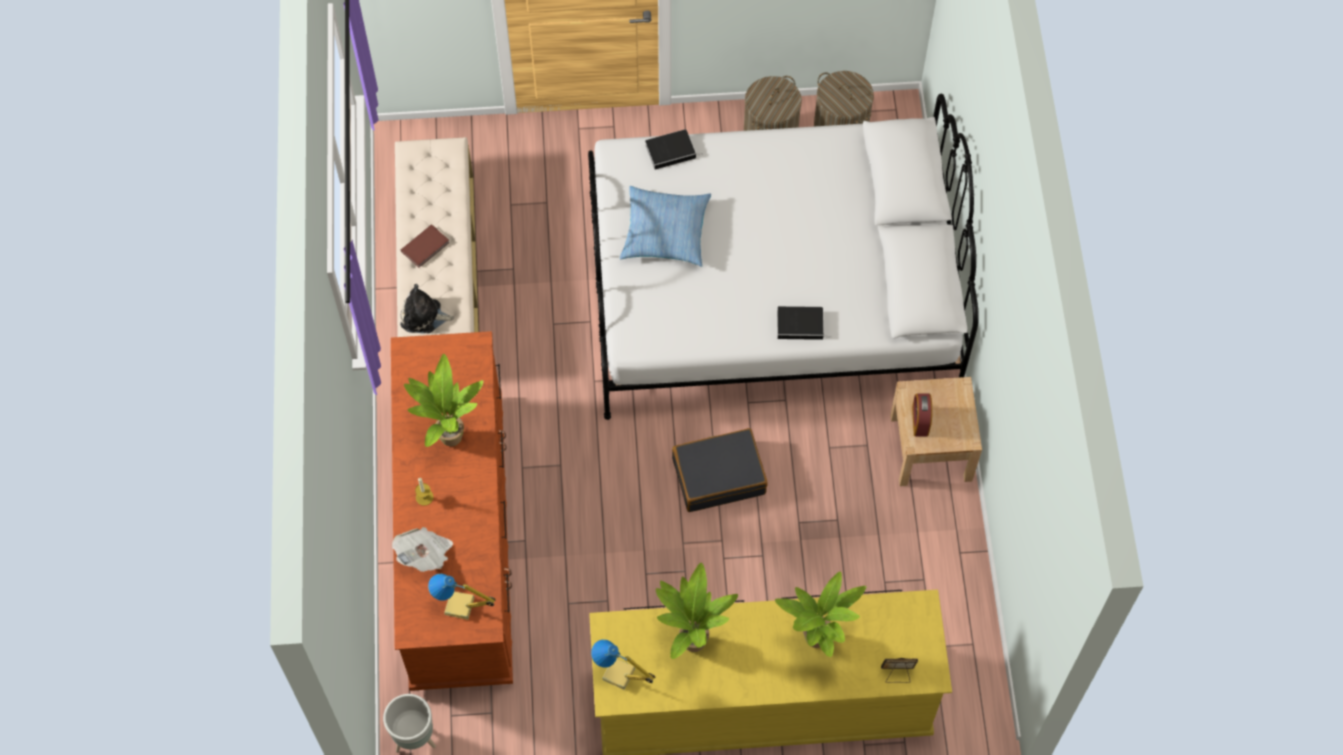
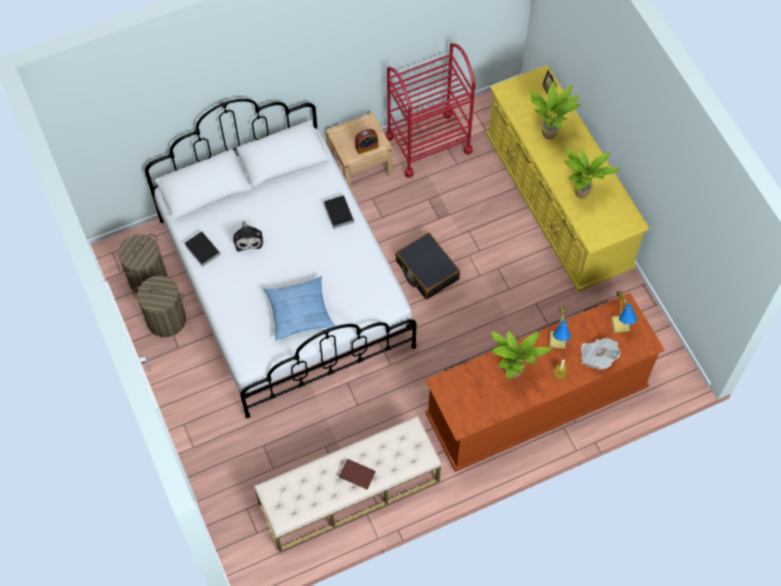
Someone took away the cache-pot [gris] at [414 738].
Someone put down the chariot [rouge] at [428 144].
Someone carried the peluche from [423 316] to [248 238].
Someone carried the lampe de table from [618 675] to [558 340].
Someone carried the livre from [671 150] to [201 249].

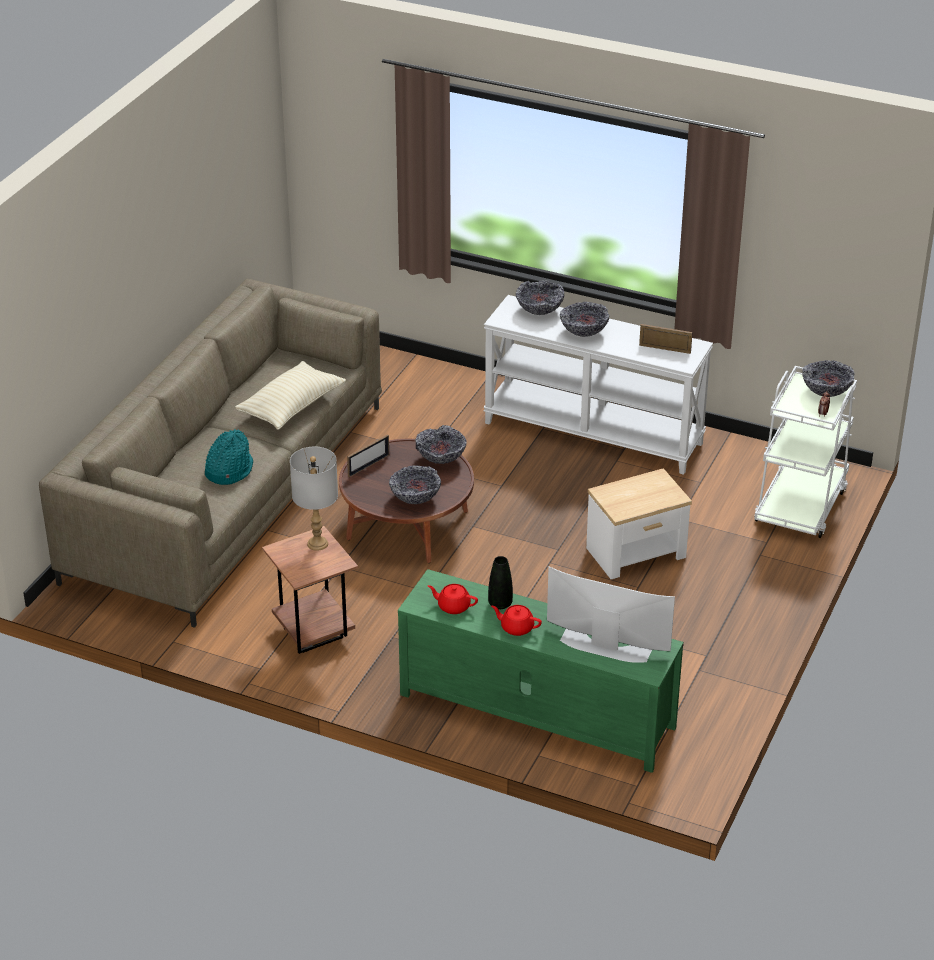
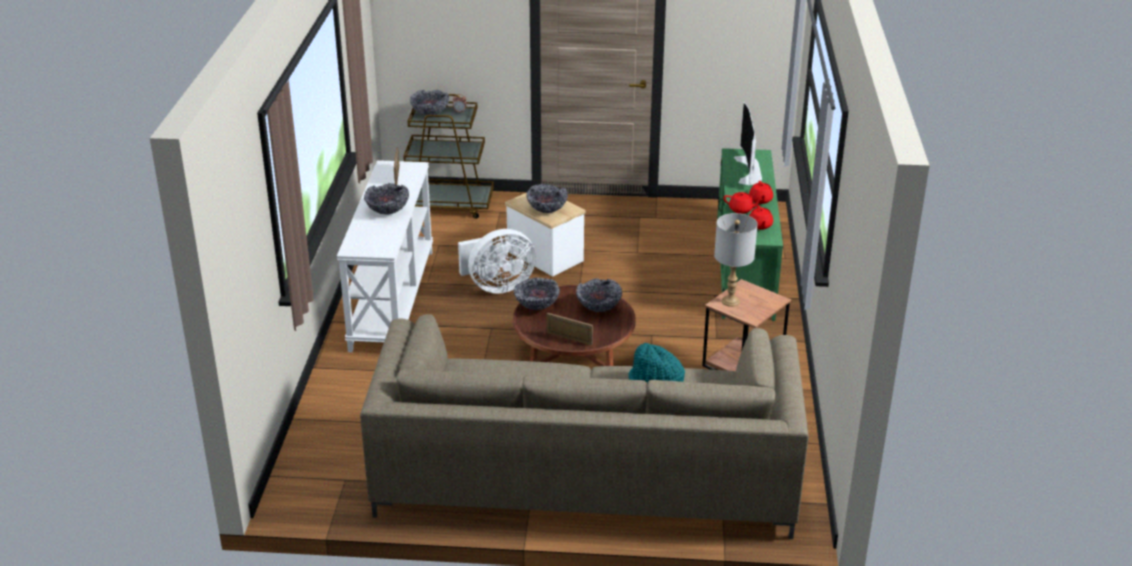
Someone took away the coussin [beige] at [291 407].
Someone put down the ventilateur [blanc] at [497 286].
Someone carried the bol from [539 311] to [547 210].
Someone swapped the vase [noir] at [500 604] for the théière [rouge] at [741 210].
Someone repainted the chariot [blanc] at [800 505], which became the chariot [marron] at [448 205].

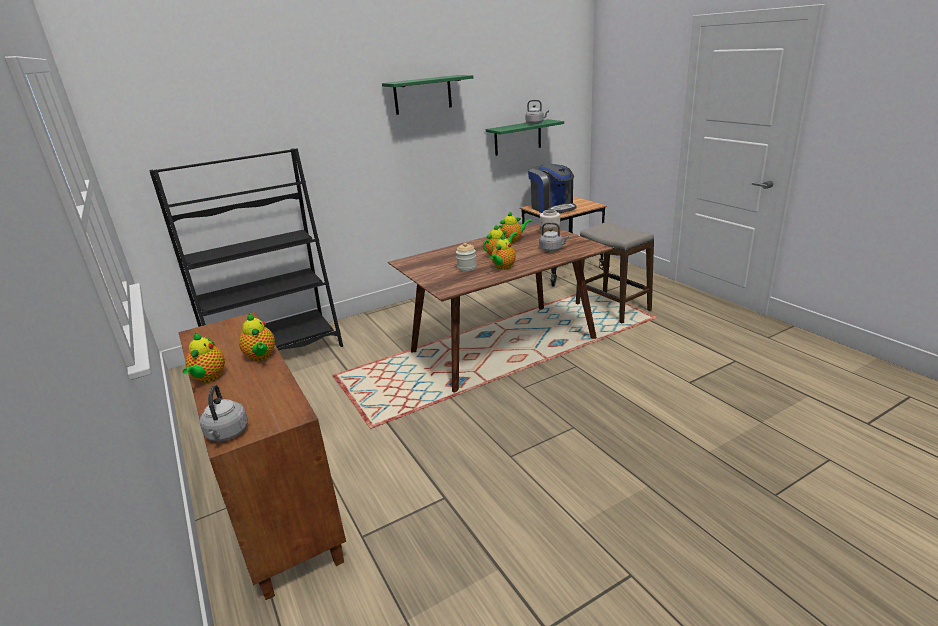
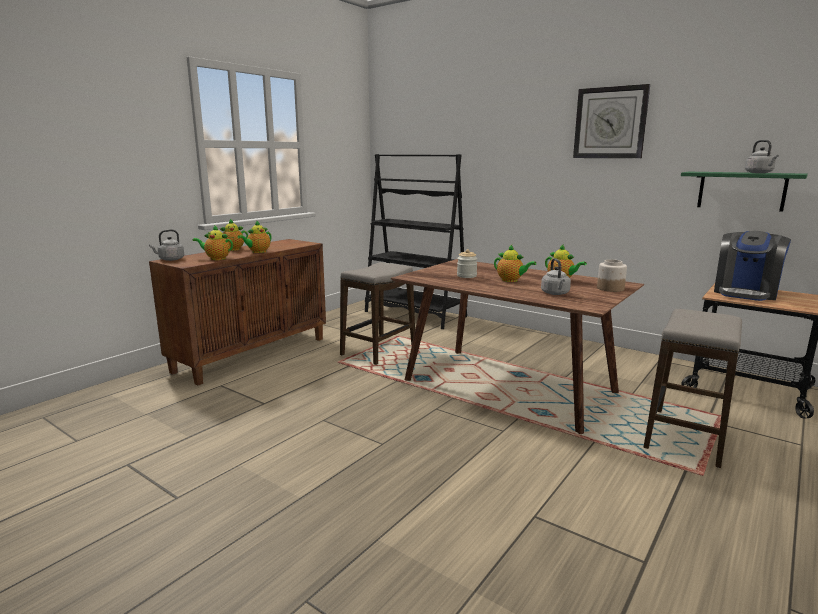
Someone put down the tabouret at [378 350].
Someone carried the théière from [503 267] to [216 258].
Someone swapped the étagère [vert] at [423 95] for the horloge murale at [610 123].

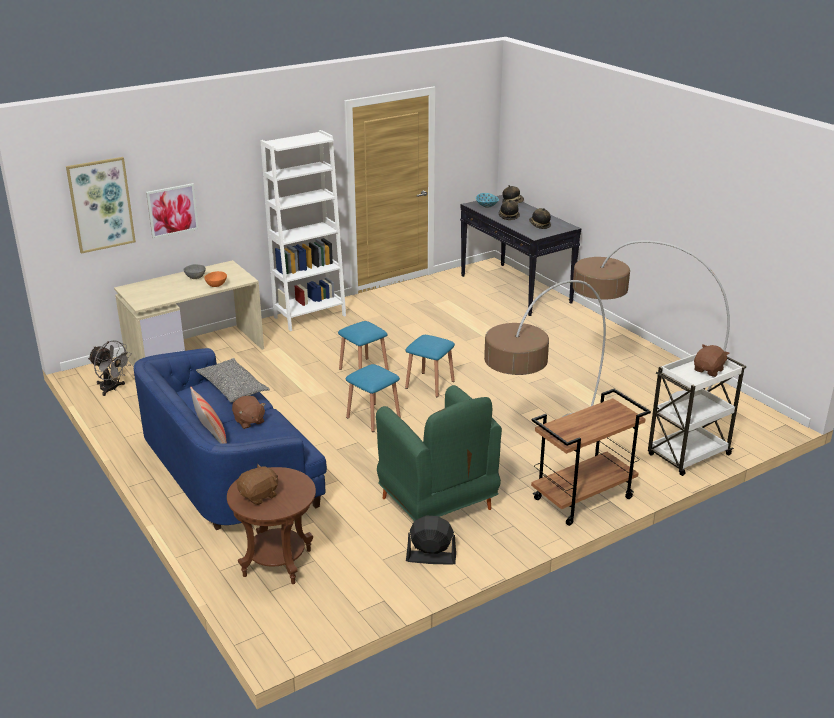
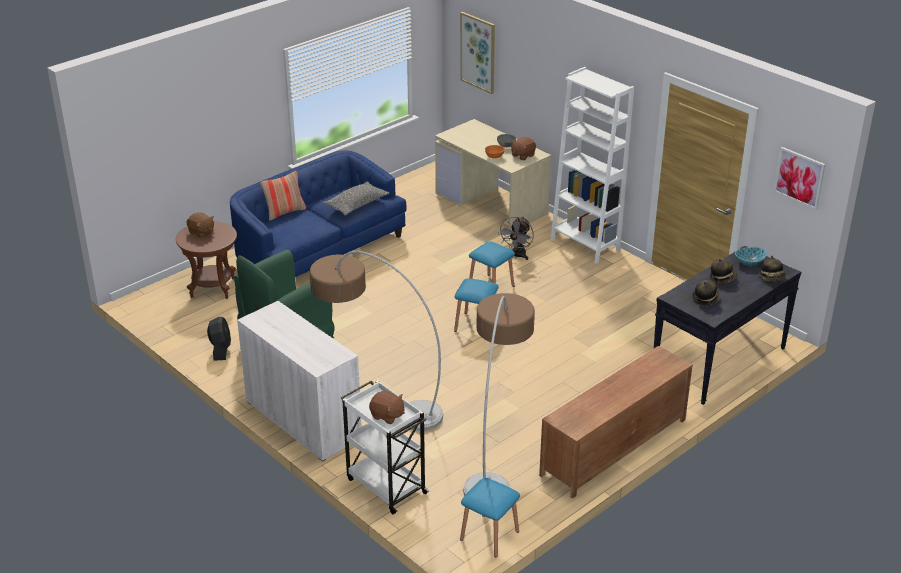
Someone put down the meuble télé [marron] at [613 447].
Someone carried the ventilateur [gris] from [112 389] to [517 256].
Someone carried the tableau from [172 210] to [799 177].
Someone carried the peluche [marron] from [249 422] to [522 155].
Someone carried the tabouret [bleu] from [373 417] to [489 535].
Someone swapped the chariot [marron] at [583 499] for the meuble de rangement [blanc] at [303 420].

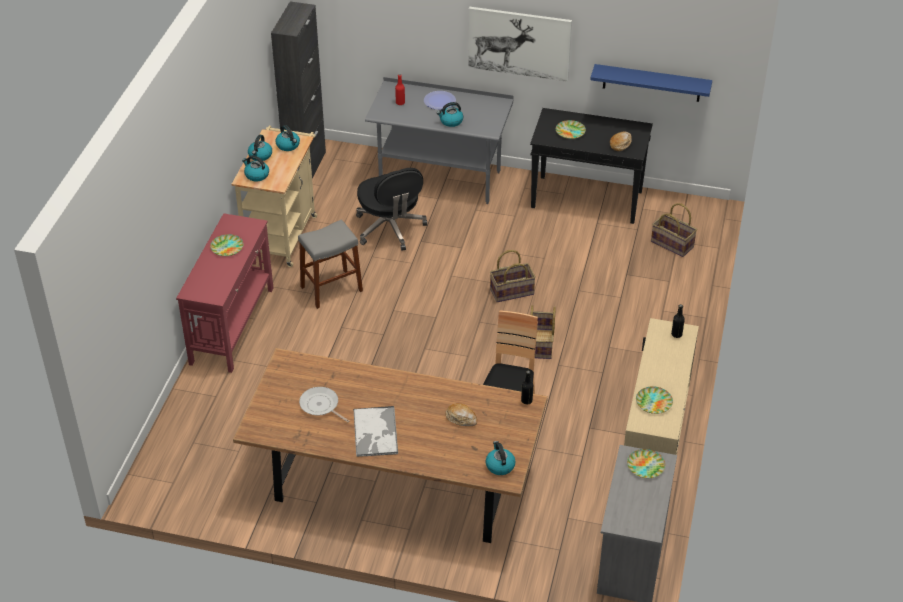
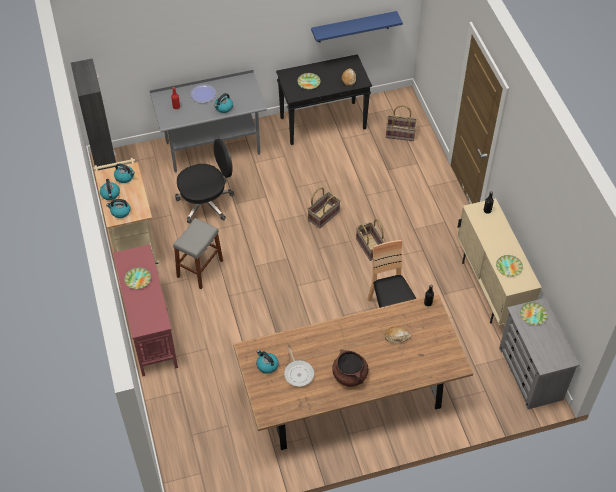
Someone took away the tableau at [519 43].
Someone carried the bouilloire from [499 465] to [267 365].
Someone swapped the plateau at [375 432] for the marmite [marron] at [350 375].
Someone rotated the poêle at [321 405] by 120 degrees counterclockwise.
Someone rotated the chaise de bureau [noir] at [390 229] by 60 degrees counterclockwise.

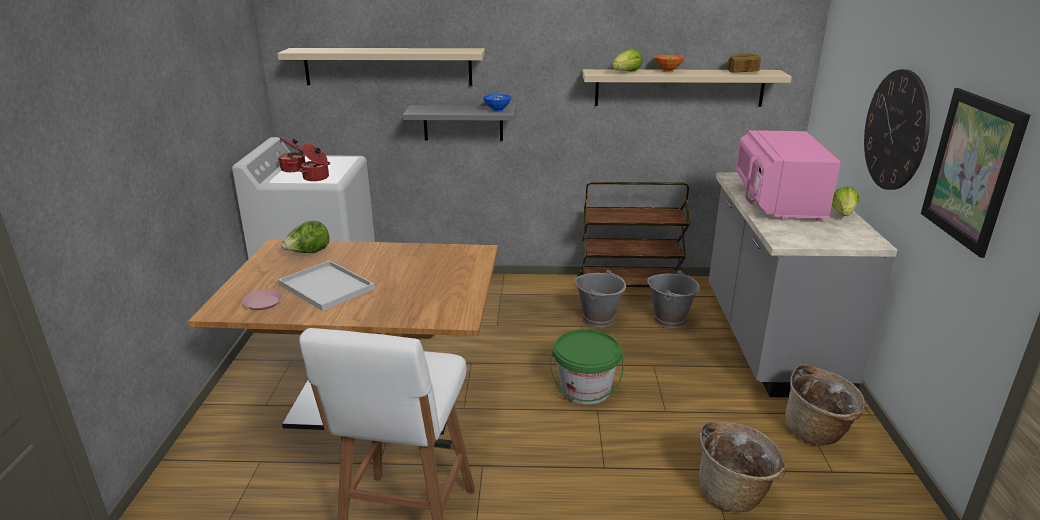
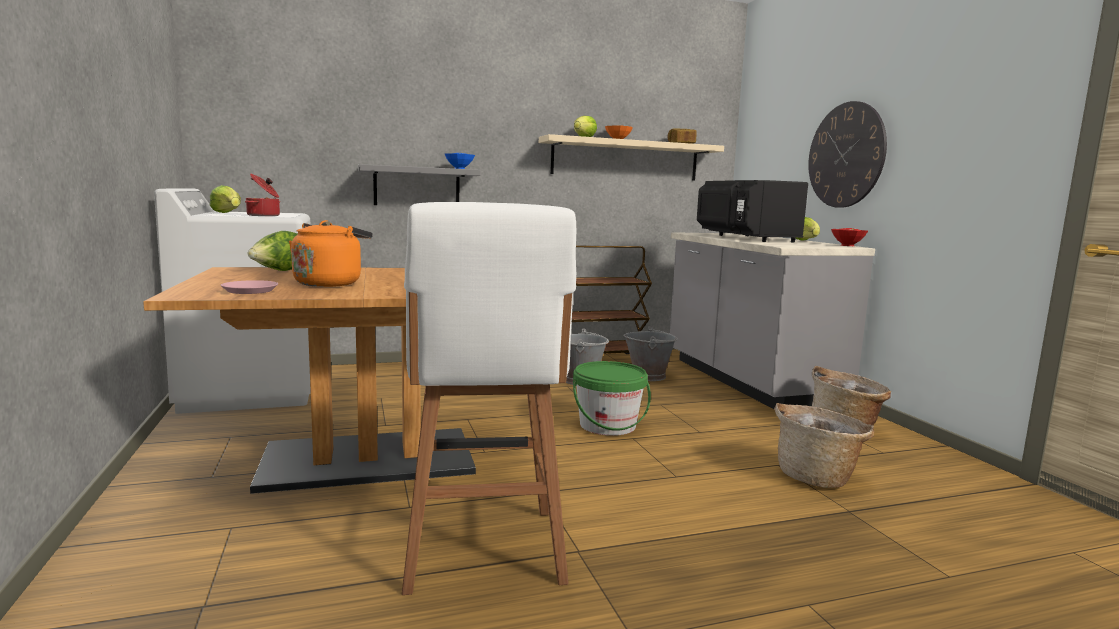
Someone took away the étagère [beige] at [388 66].
Someone took away the tableau at [971 170].
Someone put down the bol [rouge] at [847 245].
Someone swapped the marmite at [294 169] for the laitue at [228 213].
Someone swapped the plateau [blanc] at [328 287] for the bouilloire [orange] at [330 283].
Someone repainted the micro-ondes [rose] at [777 202], which became the micro-ondes [noir] at [745 238].

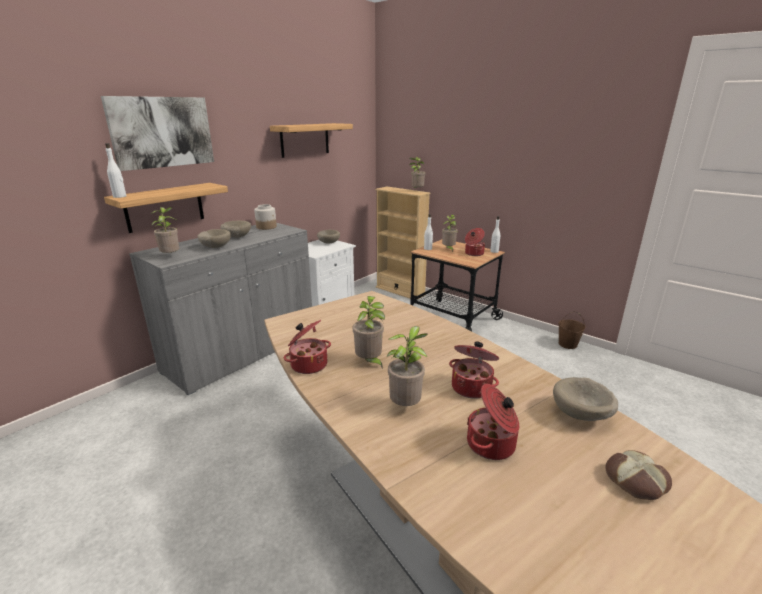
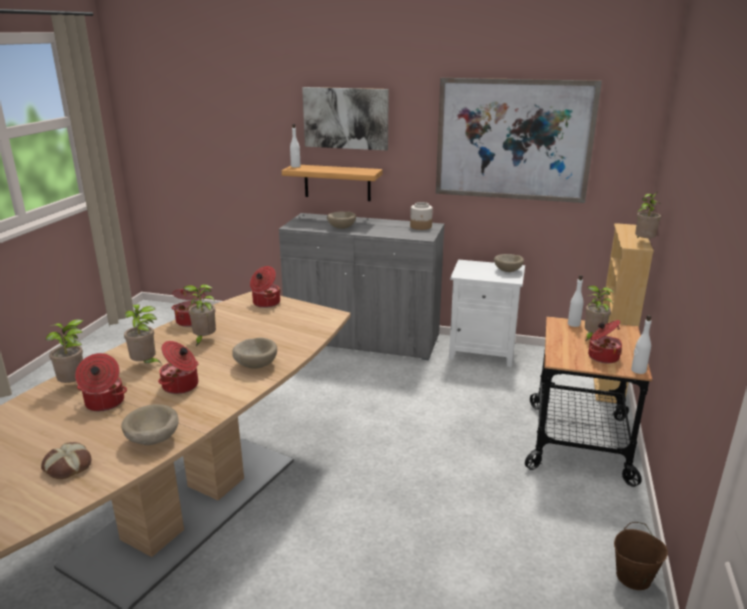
Someone put down the marmite at [265 303].
Someone carried the plante en pot from [171 257] to [75 385].
Someone carried the bol [beige] from [236 237] to [256 364].
Someone swapped the étagère at [305 139] for the tableau at [513 140].

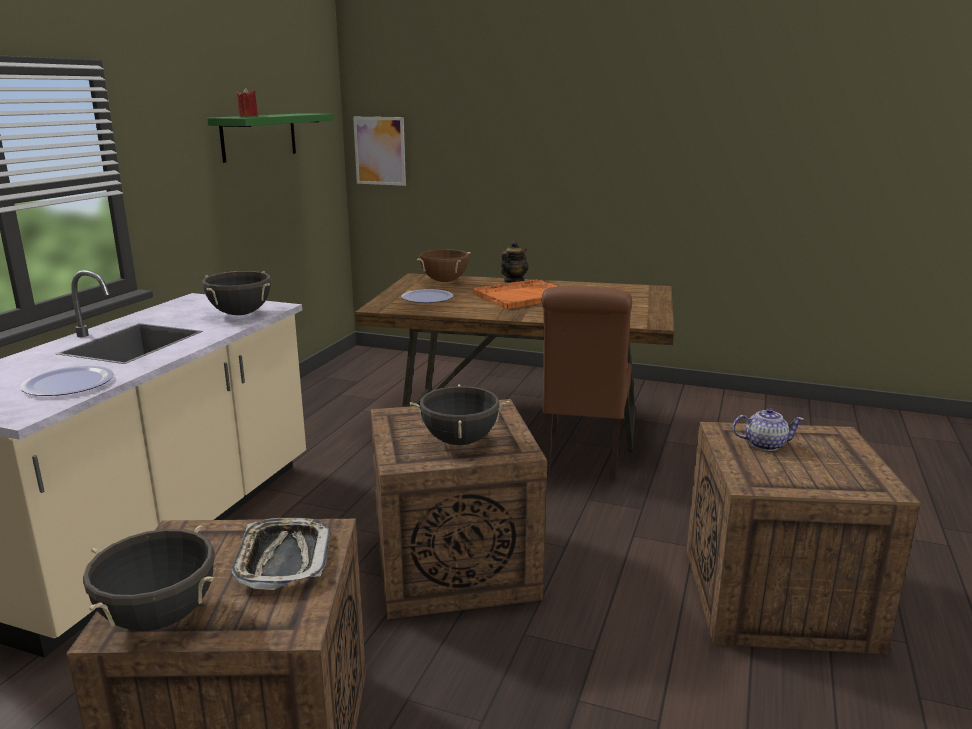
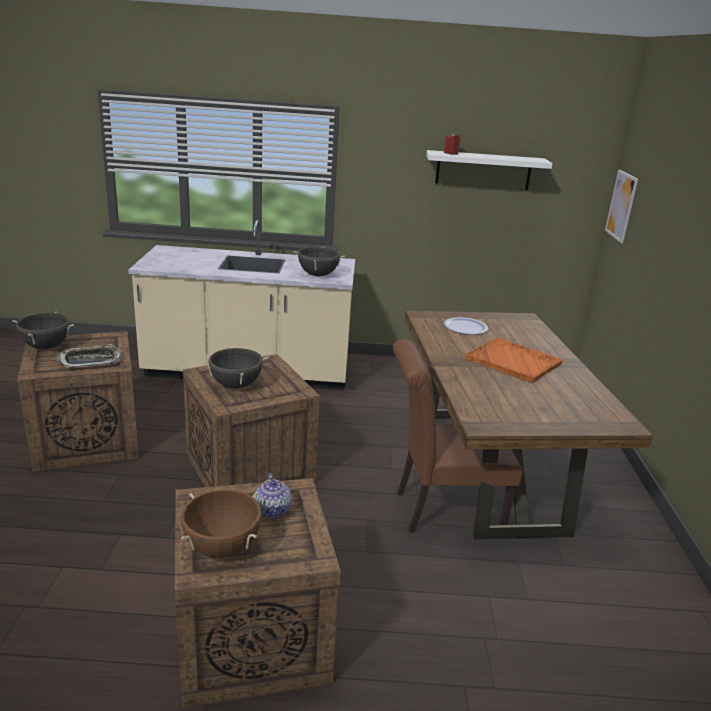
Someone took away the assiette at [69 383].
Someone took away the théière at [513 281].
Someone carried the marmite [marron] from [444 281] to [222 547].
Someone repainted the étagère [vert] at [259 136], which became the étagère [blanc] at [483 170].

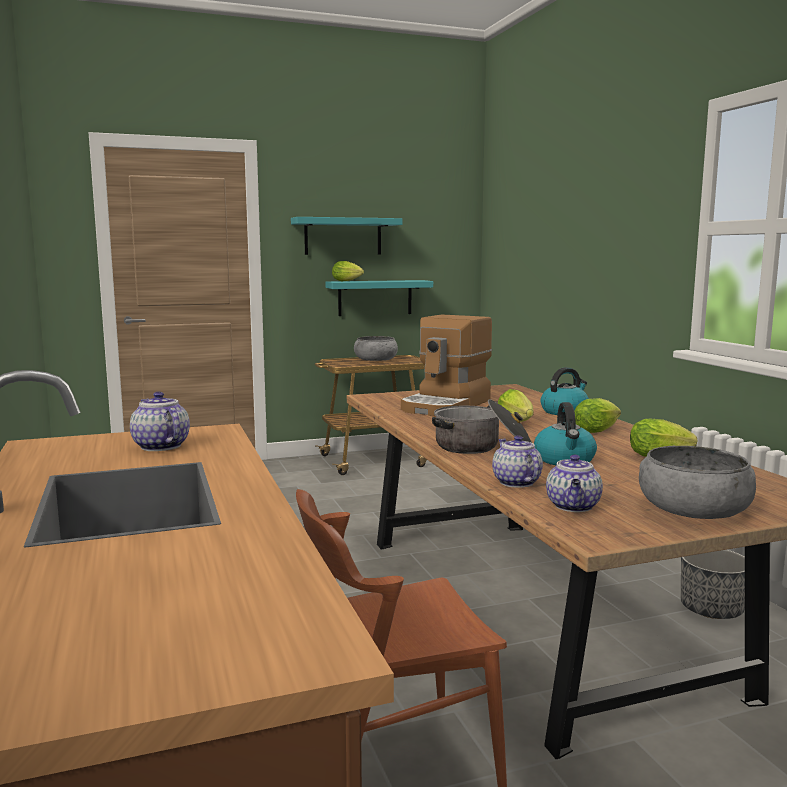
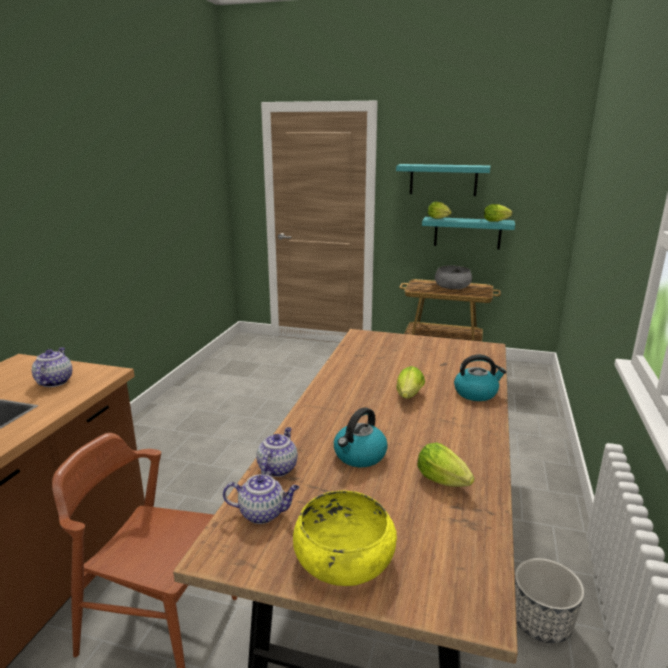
Someone took away the machine à café at [447 405].
Someone took away the marmite at [482 446].
Someone carried the laitue from [598 431] to [497 221].
Someone repainted the bol [gris] at [693 508], which became the bol [jaune] at [344 557].
Someone rotated the théière at [573 506] by 135 degrees counterclockwise.

